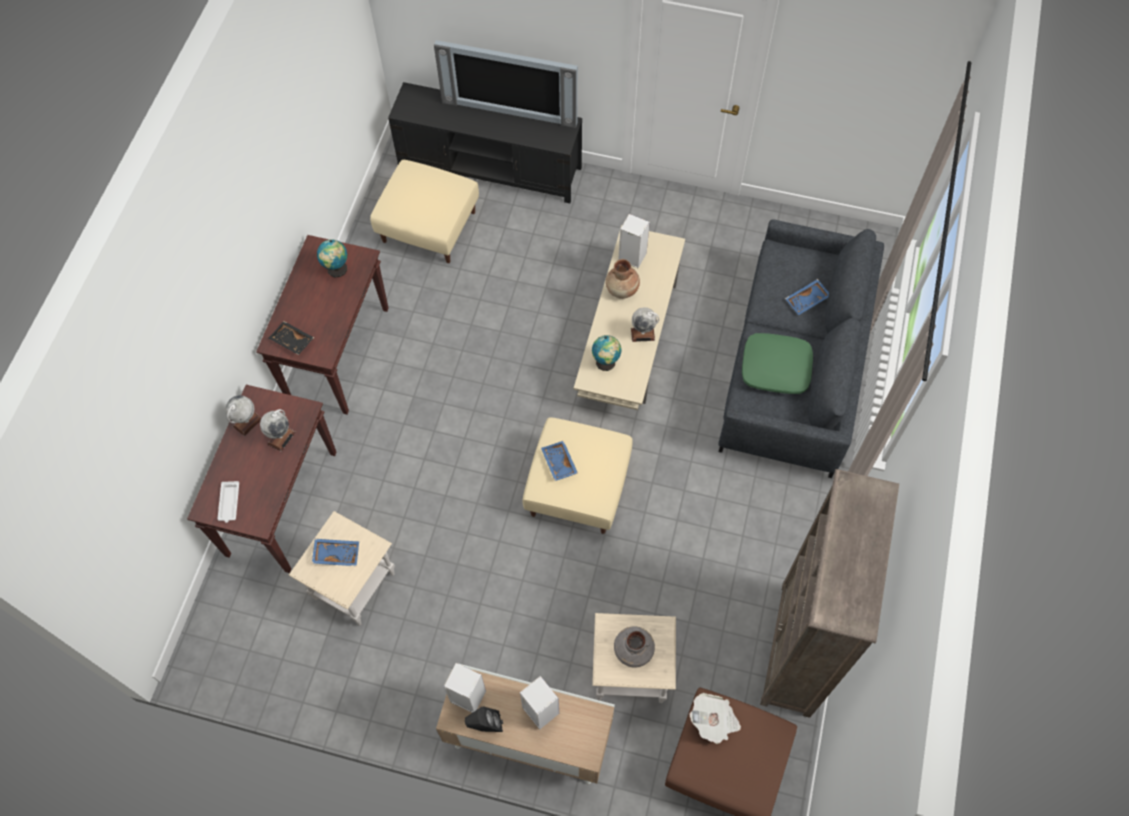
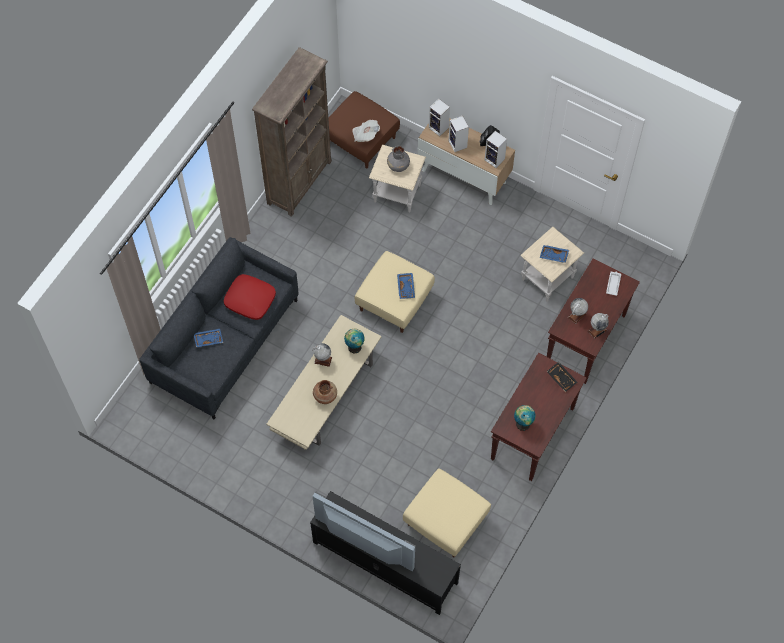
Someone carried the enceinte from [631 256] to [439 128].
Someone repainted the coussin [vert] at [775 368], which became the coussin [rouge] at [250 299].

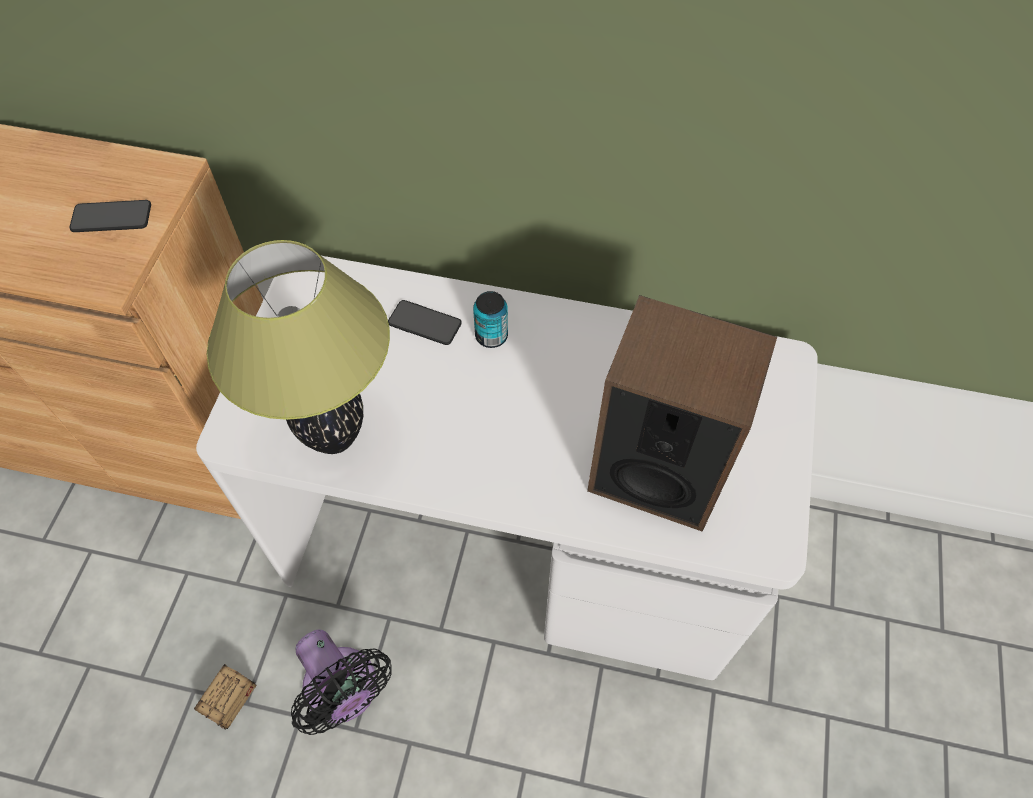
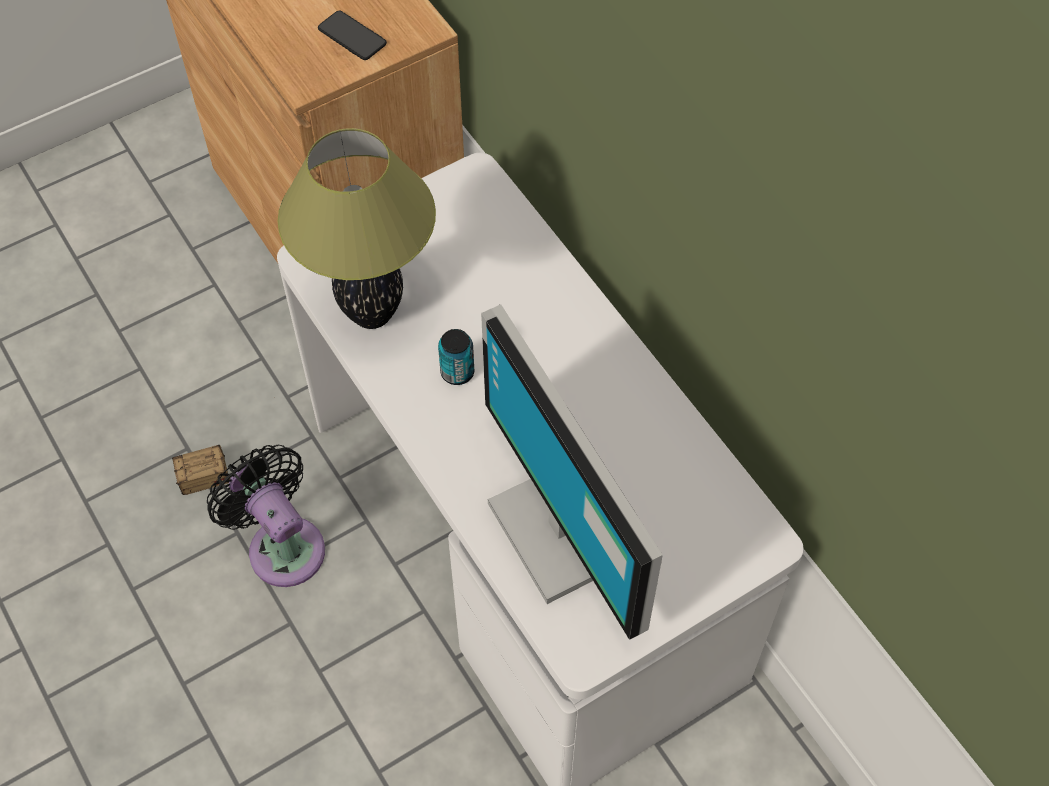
Someone took away the téléphone at [424 323].
Someone carried the boîte métallique from [491 336] to [457 372].
Someone swapped the enceinte at [657 471] for the écran d'ordinateur at [563 530].
Someone rotated the ventilateur [noir] at [344 692] by 135 degrees clockwise.

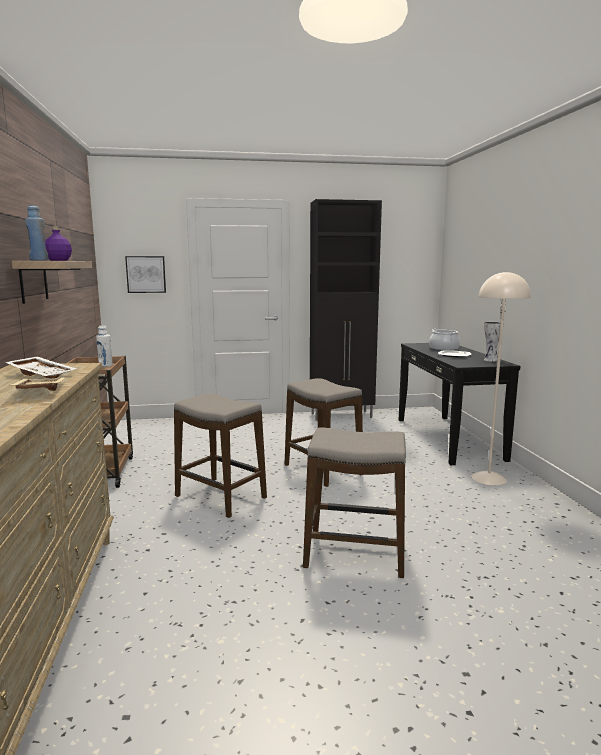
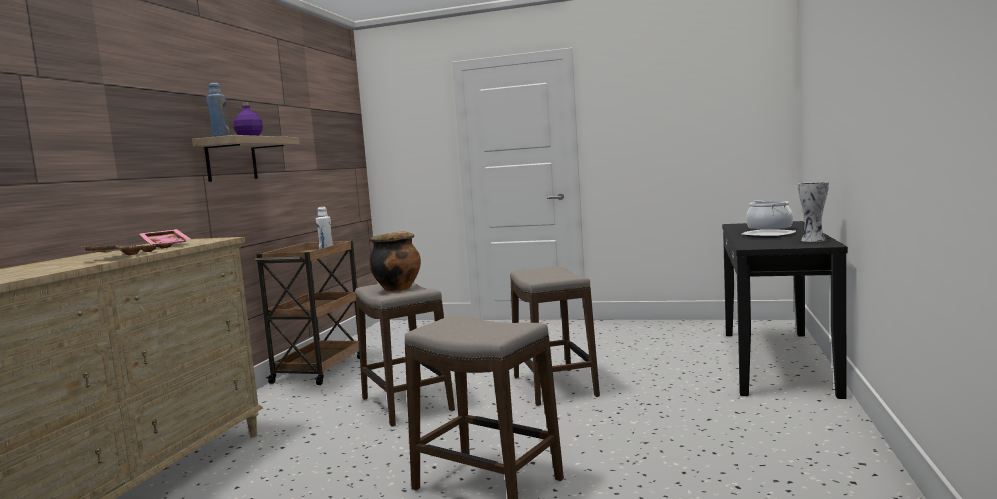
Someone took away the tableau at [146 274].
Someone took away the meuble de rangement [noir] at [342 415].
Someone took away the lampadaire [beige] at [489 478].
Someone put down the marmite at [397 289].
Someone repainted the plateau [blanc] at [43 374], which became the plateau [rose] at [167 245].

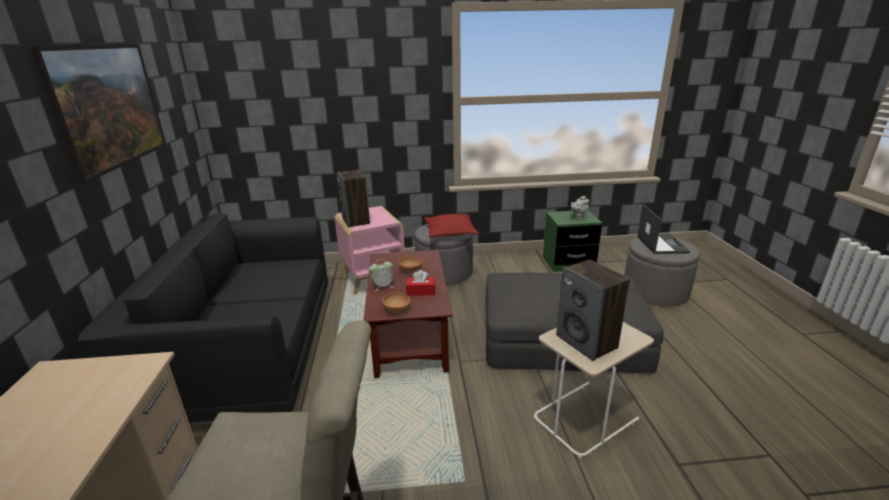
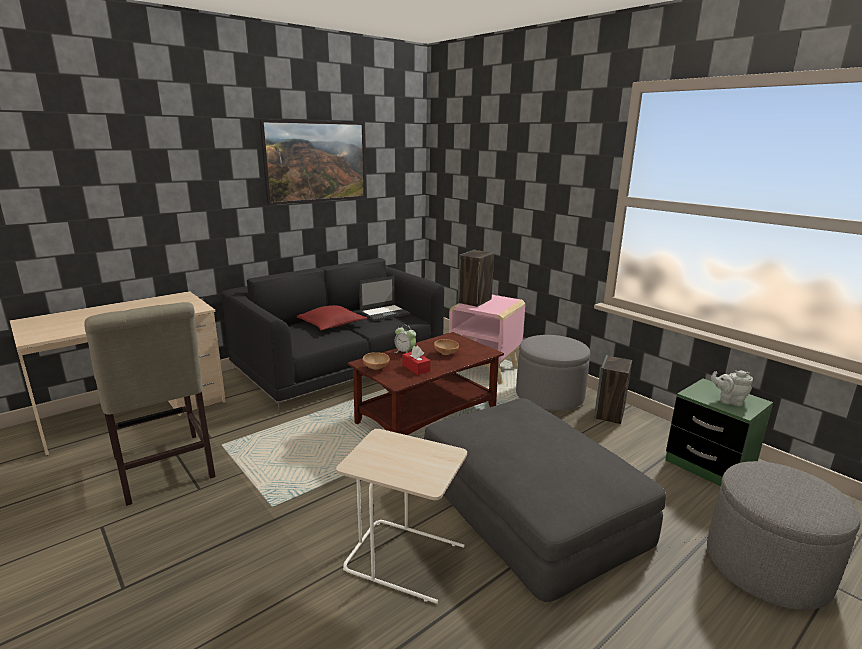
Someone carried the coussin [rouge] from [450 232] to [331 324].
Someone carried the enceinte from [587 342] to [609 414].
Someone carried the ordinateur portable from [661 244] to [385 313].

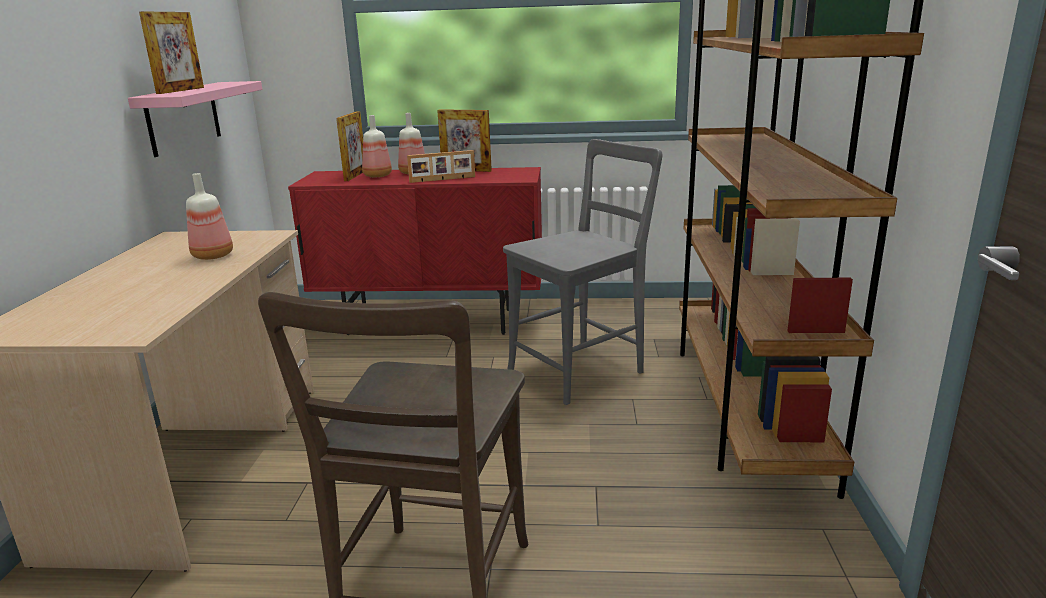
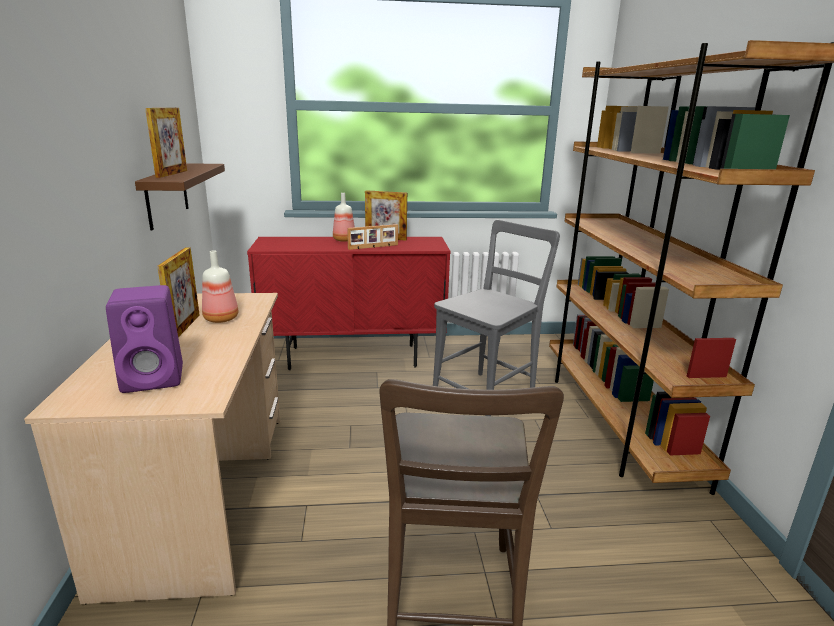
Someone took away the bouteille at [377 176].
Someone put down the enceinte [violet] at [155 378].
Someone carried the cadre photo from [355 175] to [185 327].
Someone repainted the étagère [rose] at [183 117], which became the étagère [marron] at [167 195].

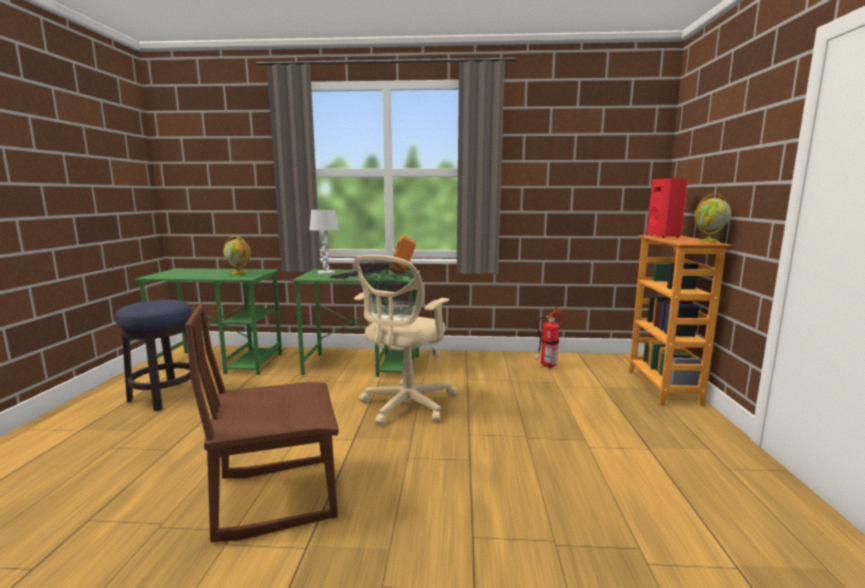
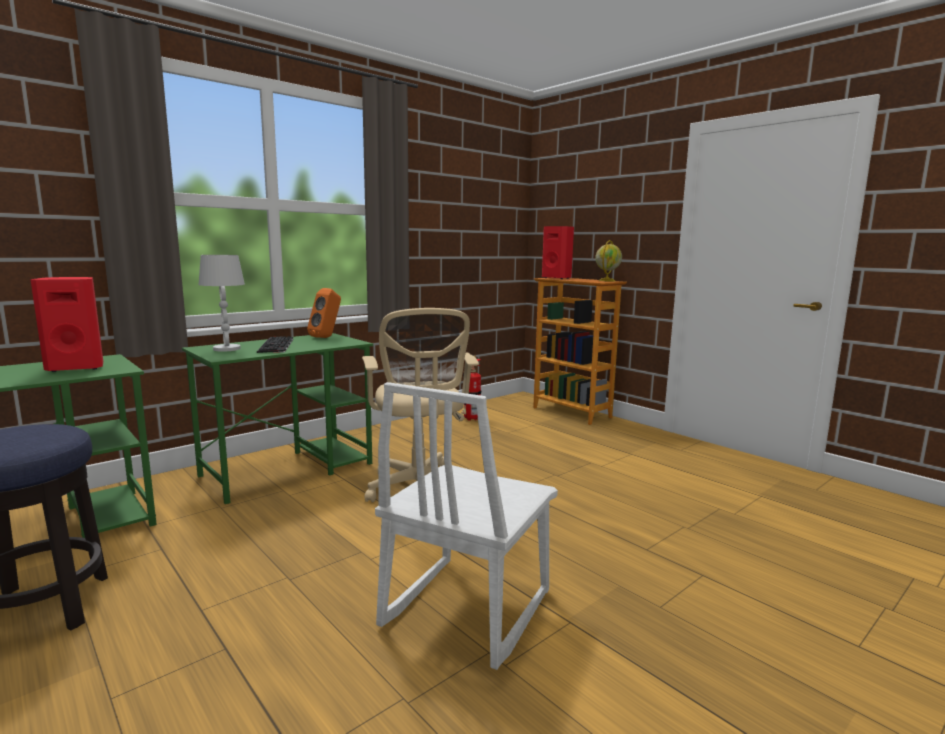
Someone swapped the globe at [239 273] for the enceinte [rouge] at [77 367].
Someone repainted the chaise [marron] at [276 496], which became the chaise [blanc] at [465 608].

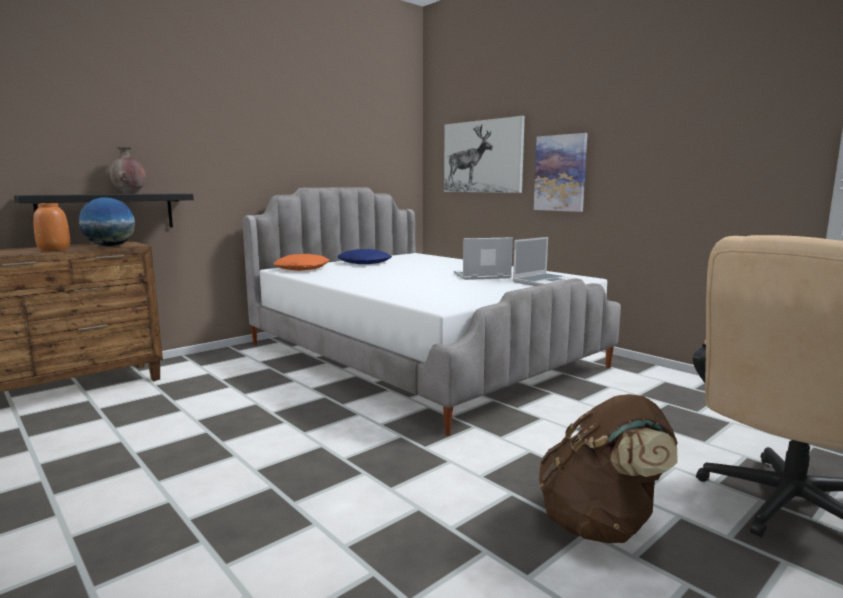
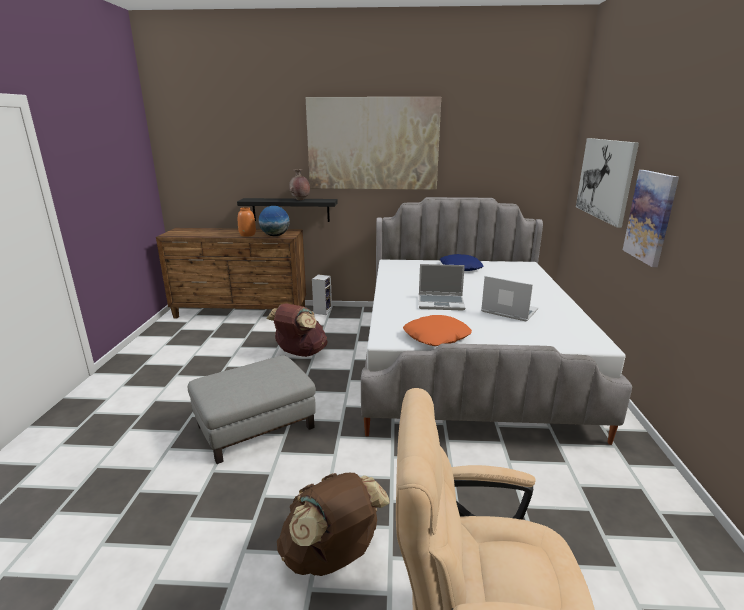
Someone put down the pouf [gris] at [256 426].
Someone put down the sac à dos [marron] at [300 353].
Someone put up the tableau at [373 144].
Someone put down the enceinte at [322 311].
Someone carried the coussin [orange] from [302 268] to [437 337].
Someone carried the ordinateur portable from [544 281] to [441 303].

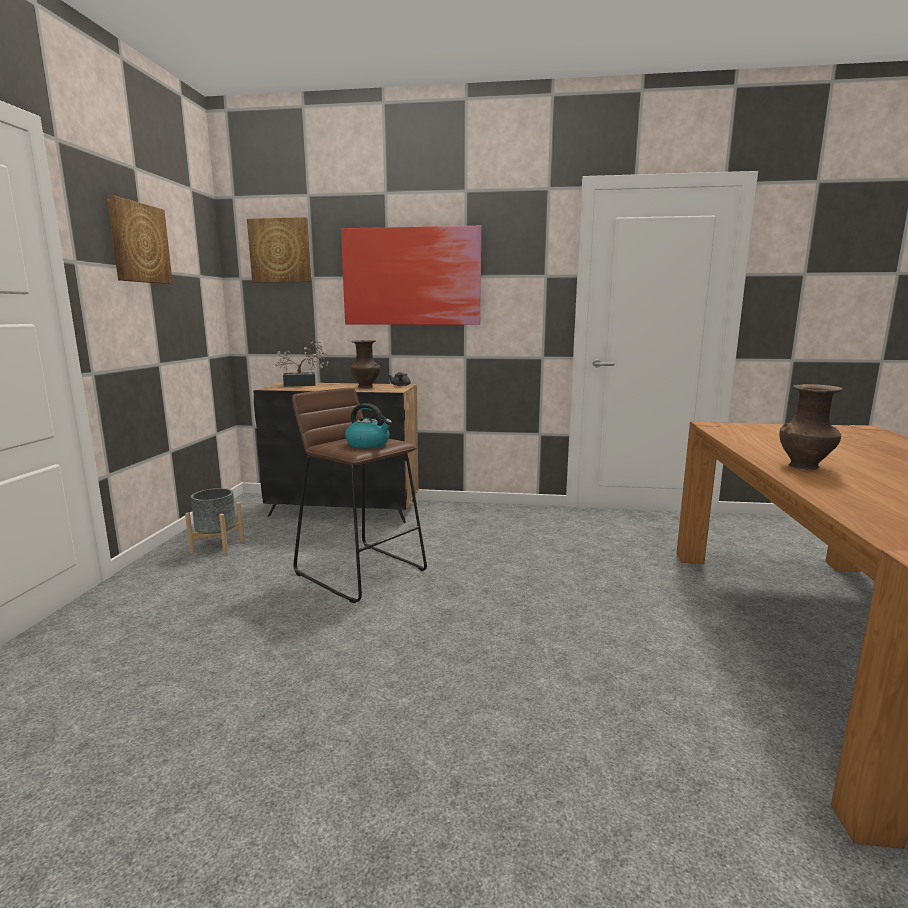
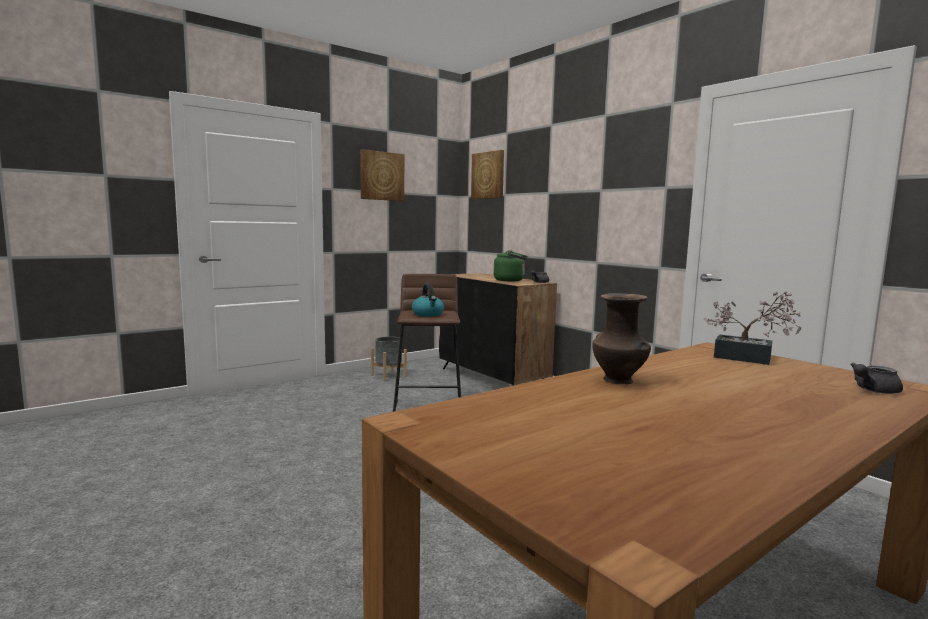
Someone took away the tableau at [411 277].
Someone put down the théière [gris] at [872 390].
Someone carried the plante en pot from [304 384] to [749 359].
Someone swapped the vase [marron] at [366 387] for the bouilloire [vert] at [511 280].

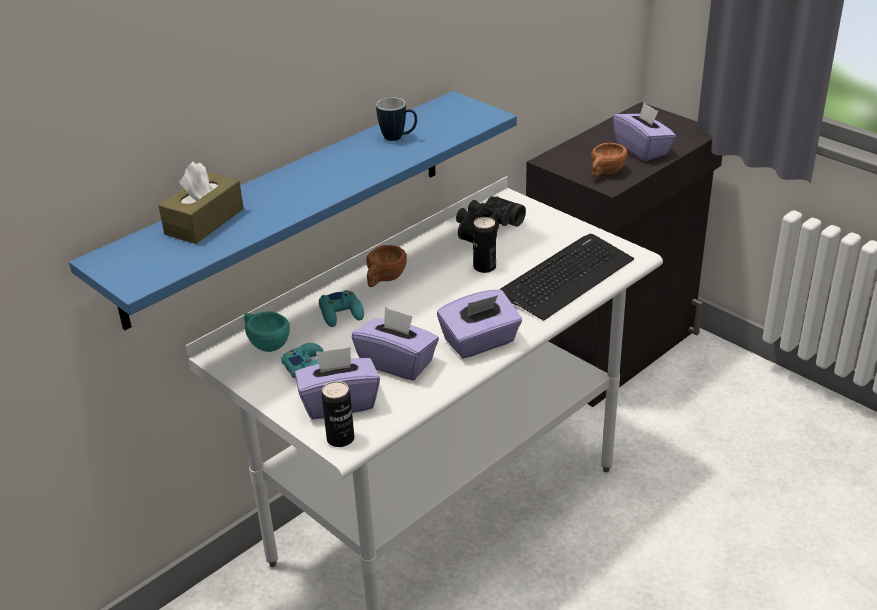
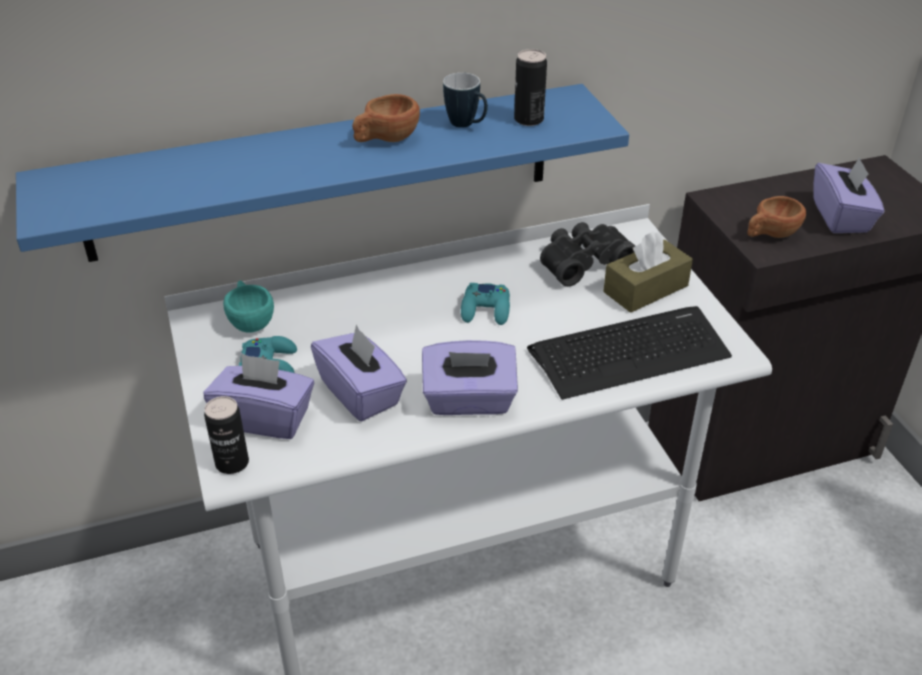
Someone carried the boîte à mouchoirs [marron] from [204 221] to [645 289].
Someone carried the manette [turquoise] from [341 313] to [486 309].
Someone carried the tasse [marron] from [384 280] to [385 139].
Someone carried the boîte métallique from [484 267] to [528 119].

